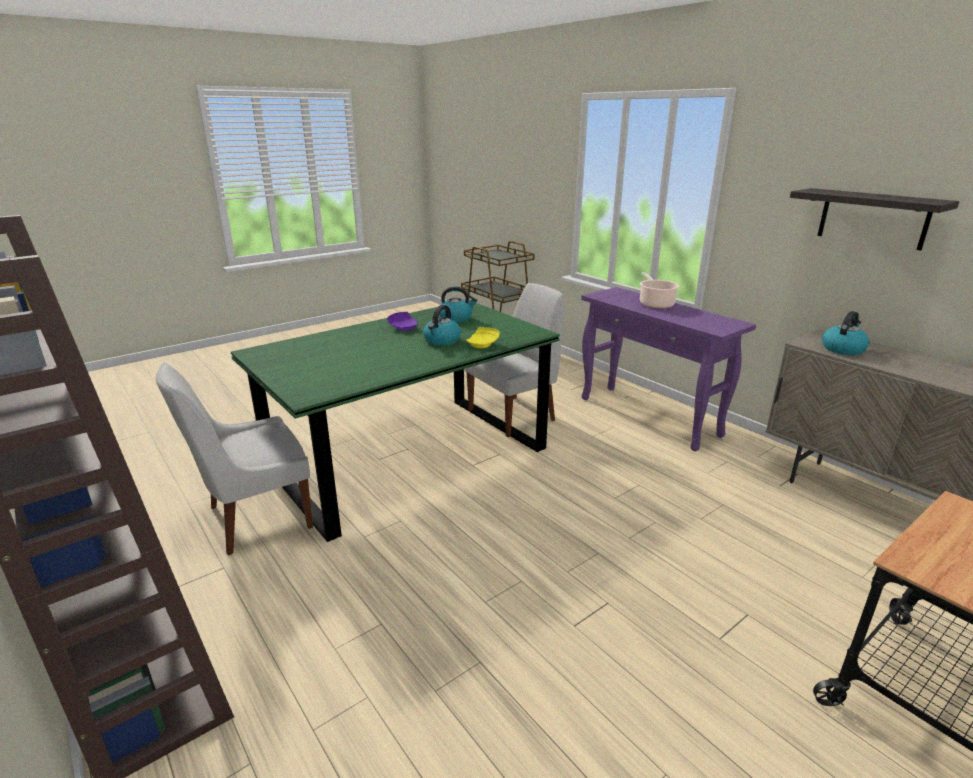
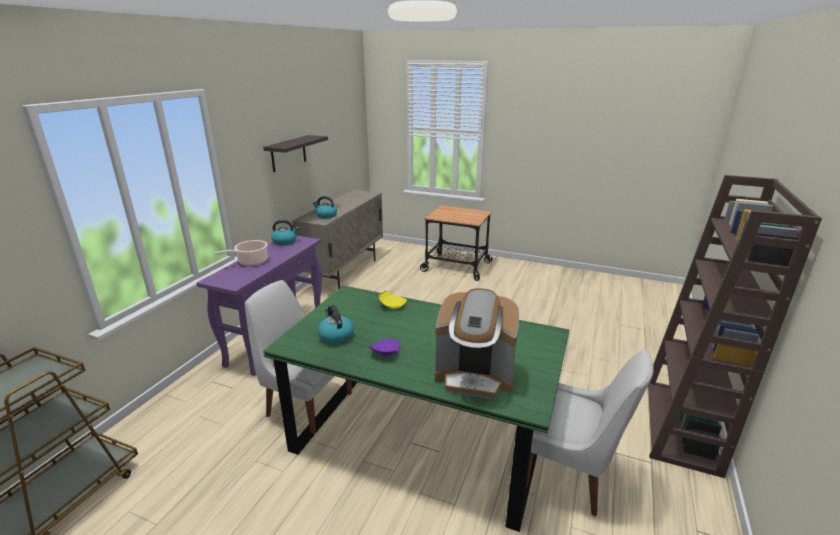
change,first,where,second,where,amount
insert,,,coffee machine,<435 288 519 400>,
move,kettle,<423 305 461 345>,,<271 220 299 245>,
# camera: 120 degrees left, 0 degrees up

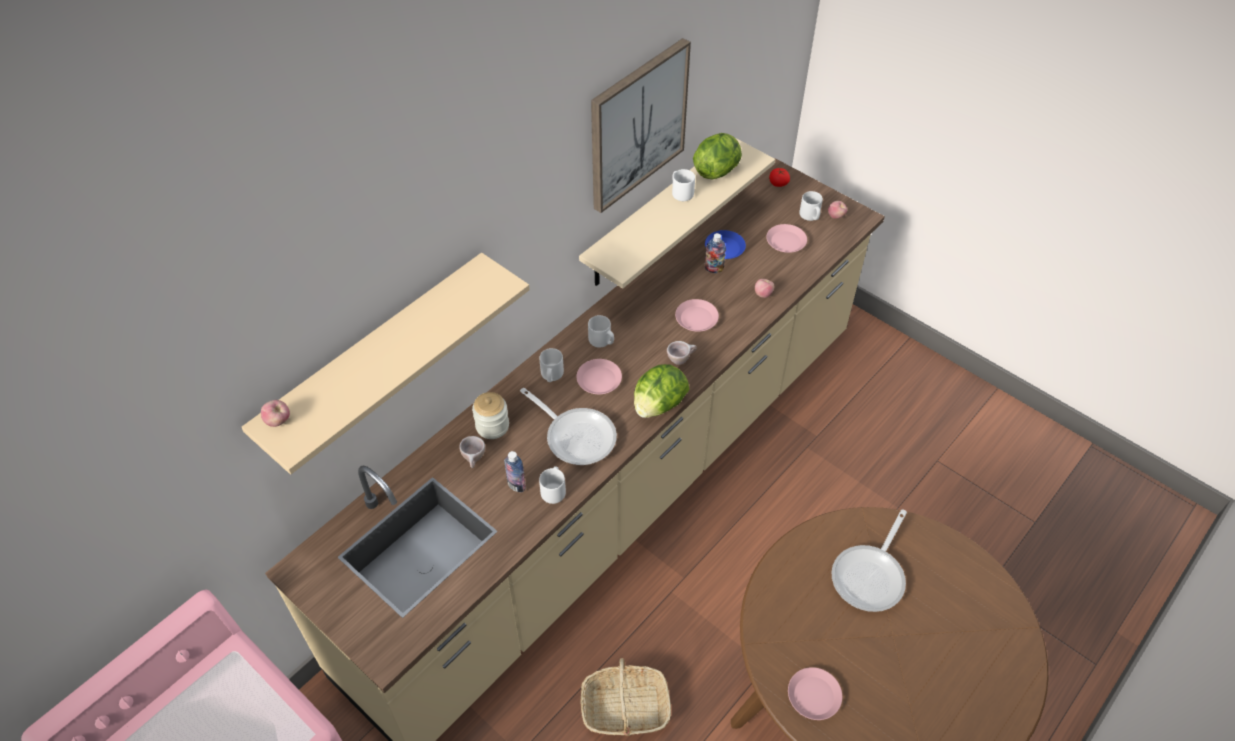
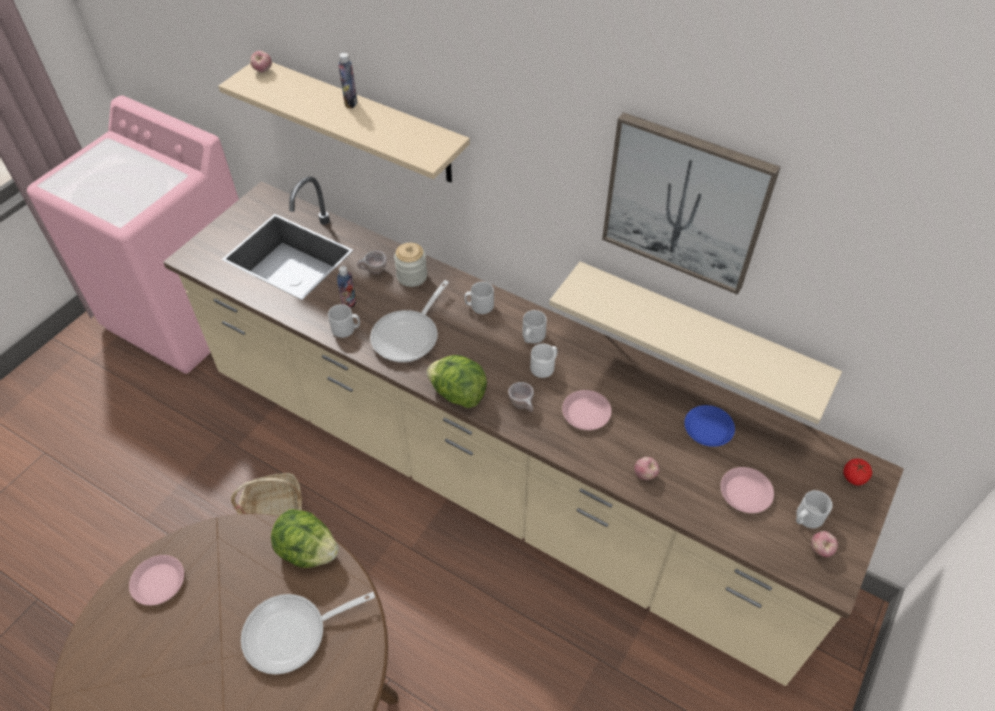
change,first,where,second,where,amount
delete,plate (pink),<576 359 622 394>,,,
move,mug (white),<672 169 695 201>,,<530 344 557 378>,
move,lettuce,<693 133 742 180>,,<271 509 339 568>,
move,bottle,<704 233 726 273>,,<338 53 357 108>,
rotate,frying pan,<832 509 907 612>,,<241 592 375 674>,45 degrees counterclockwise
# camera: 80 degrees right, 0 degrees up

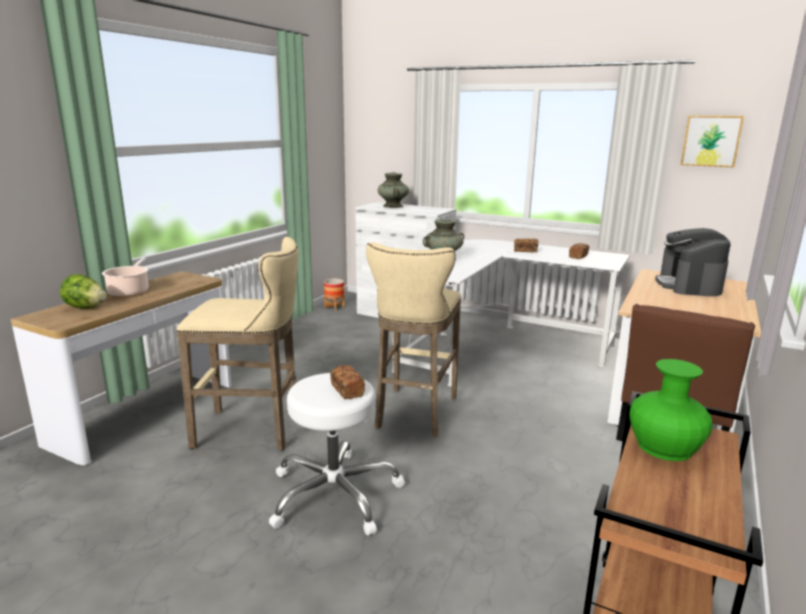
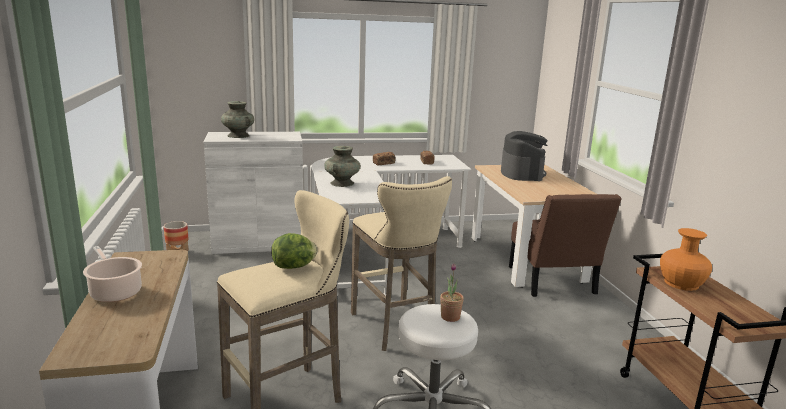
change,first,where,second,where,amount
delete,picture,<681 116 744 167>,,,
move,lettuce,<60 274 106 308>,,<271 233 317 269>,
replace,bread,<330 365 365 399>,potted plant,<440 263 464 322>,
recolor,vase (green),<630 359 712 461>,vase (orange),<660 228 712 291>,
rotate,coffee machine,<655 228 731 296>,,<501 131 548 181>,150 degrees counterclockwise
# camera: 40 degrees left, 0 degrees up

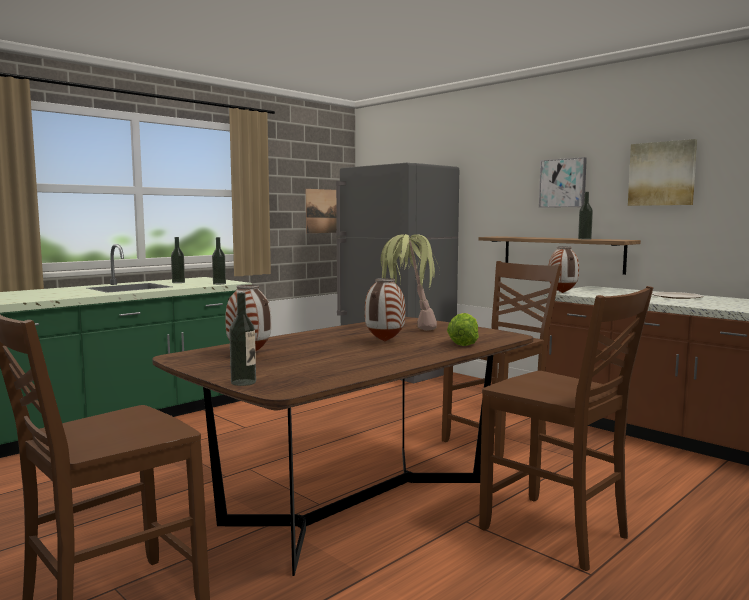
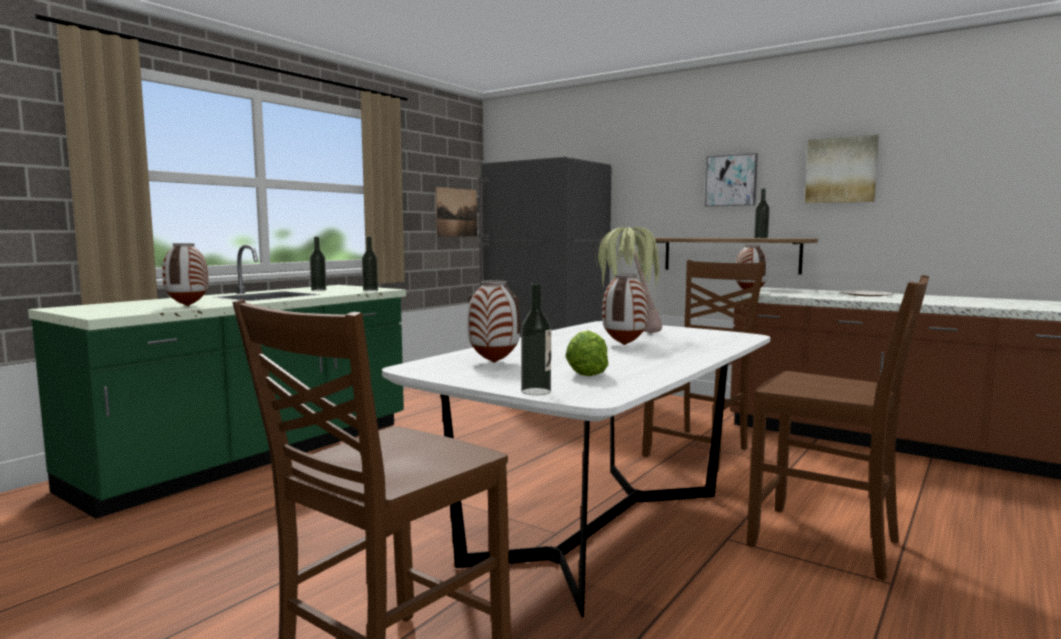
change,first,where,second,where,amount
insert,,,vase,<162 243 209 306>,
move,lettuce,<447 313 479 346>,,<565 330 608 376>,
recolor,dining table (brown),<152 317 533 576>,dining table (white),<382 321 770 617>,
# camera: 10 degrees left, 0 degrees up

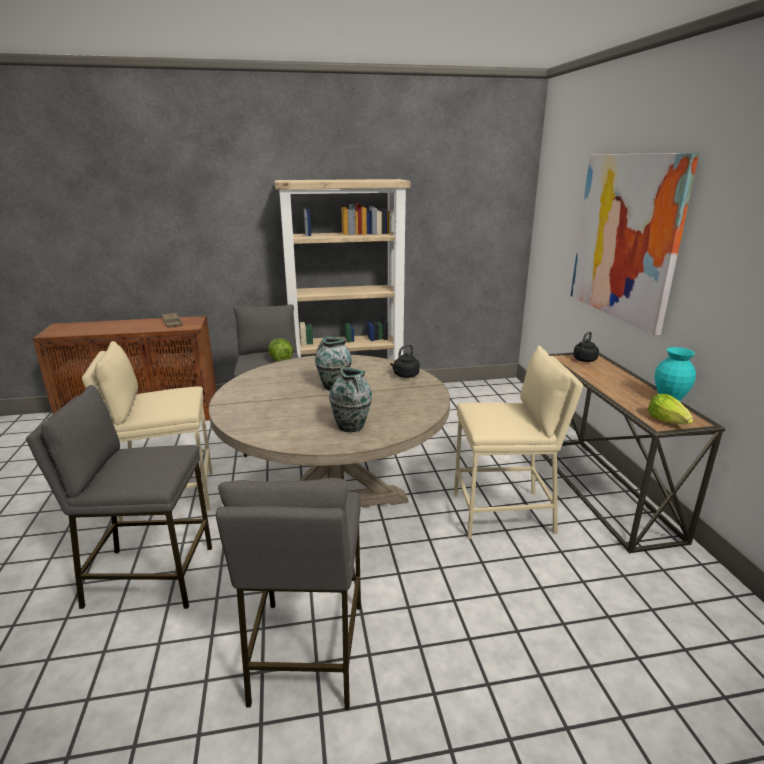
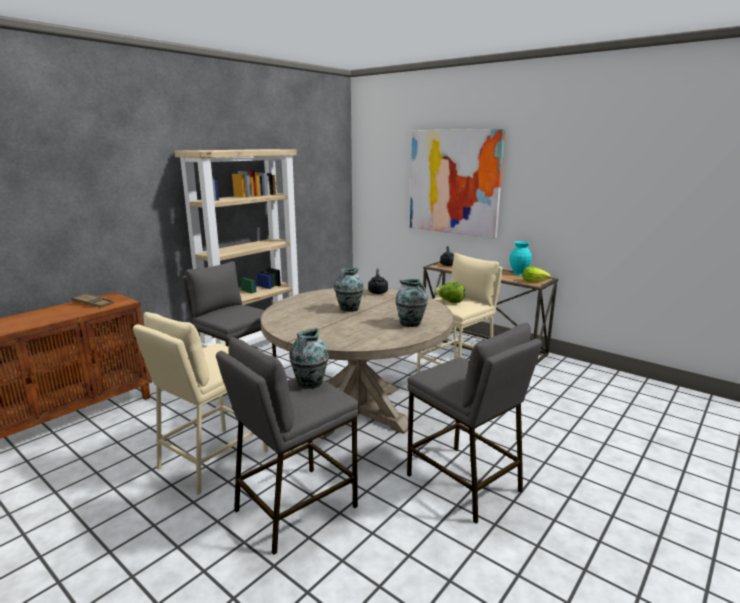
change,first,where,second,where,amount
insert,,,vase,<289 328 329 388>,
move,lettuce,<268 338 293 362>,,<434 282 465 303>,
# camera: 40 degrees left, 5 degrees down

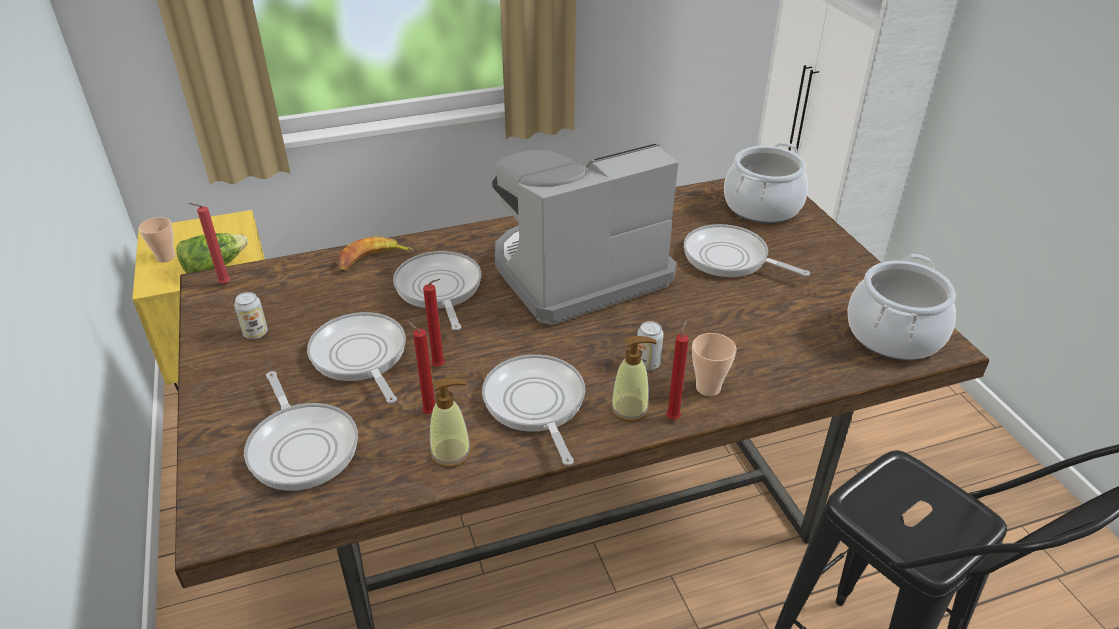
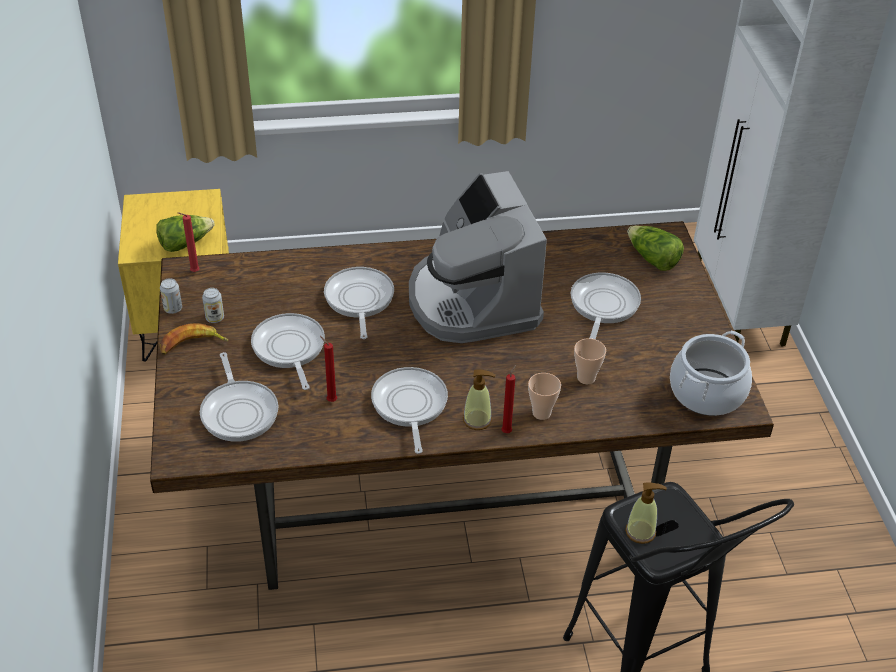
change,first,where,second,where,amount
delete,candle (red),<423 279 445 367>,,,
move,cup,<138 217 175 263>,,<574 338 606 384>,
move,banana,<336 237 414 272>,,<160 323 229 355>,
move,soap dispenser,<430 378 471 468>,,<625 482 667 544>,
move,can,<637 321 664 370>,,<160 278 182 314>,
replace,cooking pot,<724 142 808 223>,lettuce,<627 226 684 271>,
rotate,coffee machine,<492 143 678 325>,,<409 171 547 343>,90 degrees counterclockwise
rotate,frying pan,<684 224 810 277>,,<571 273 641 339>,60 degrees clockwise
# camera: 10 degrees right, 5 degrees up

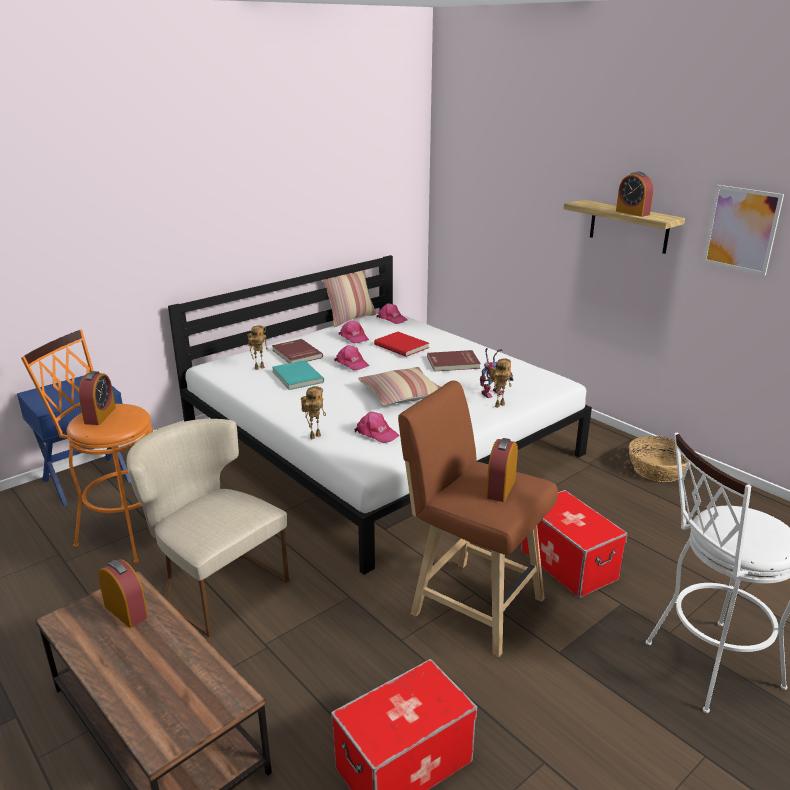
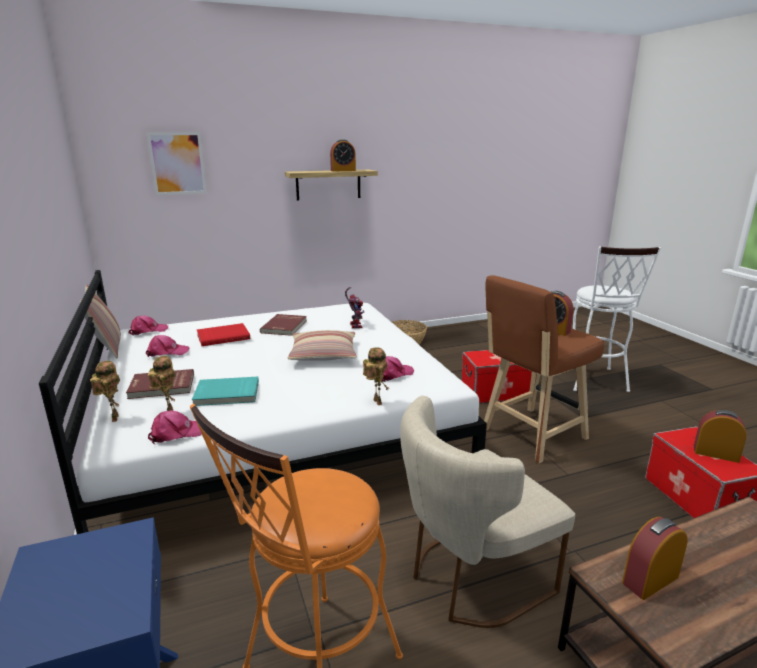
change,first,where,second,where,amount
move,alarm clock,<79 371 116 425>,,<694 410 747 463>,
move,cap (pink),<334 345 369 370>,,<148 410 202 445>,
move,toy robot,<490 358 512 408>,,<90 361 120 422>,
move,picture,<703 185 784 276>,,<147 132 207 195>,
# camera: 70 degrees left, 5 degrees down

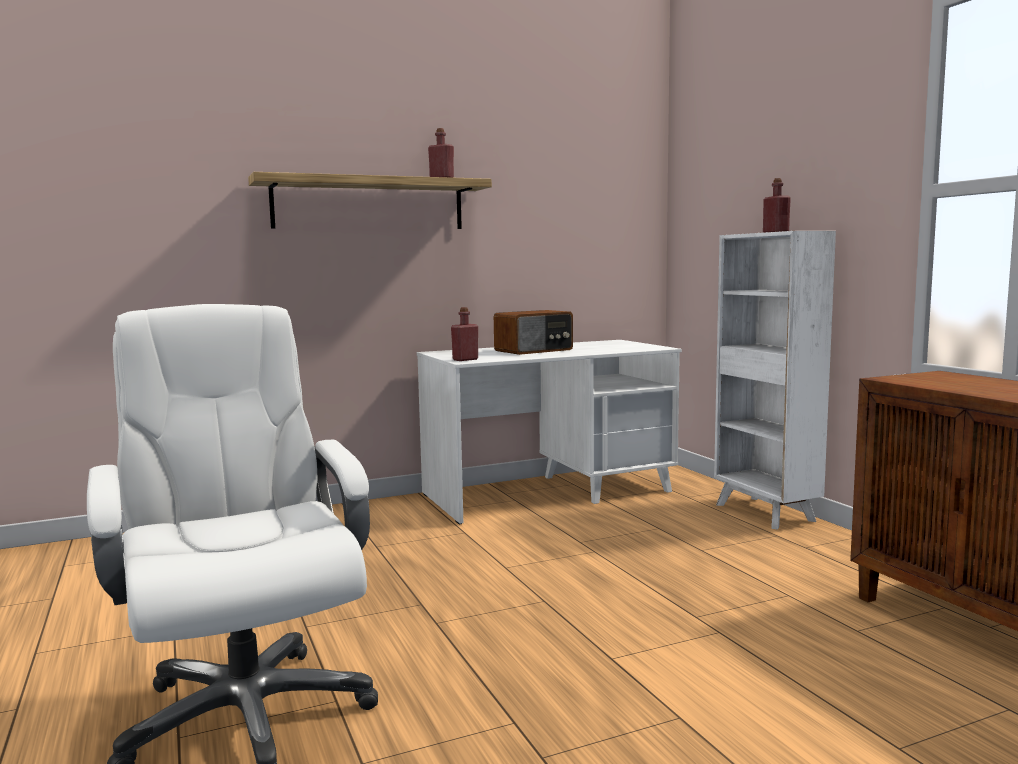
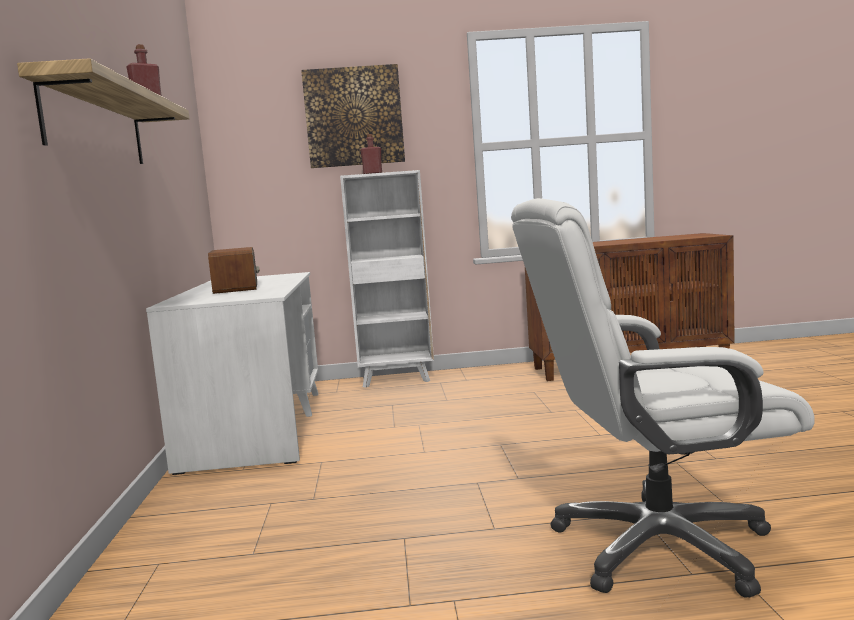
change,first,where,second,where,amount
delete,bottle (red),<451 307 478 361>,,,
insert,,,picture,<301 64 405 168>,
# camera: 70 degrees left, 0 degrees up

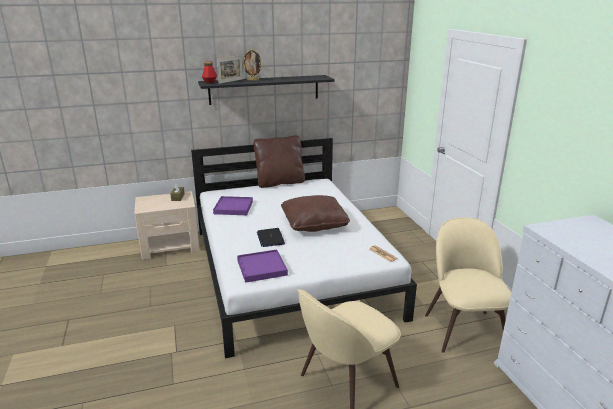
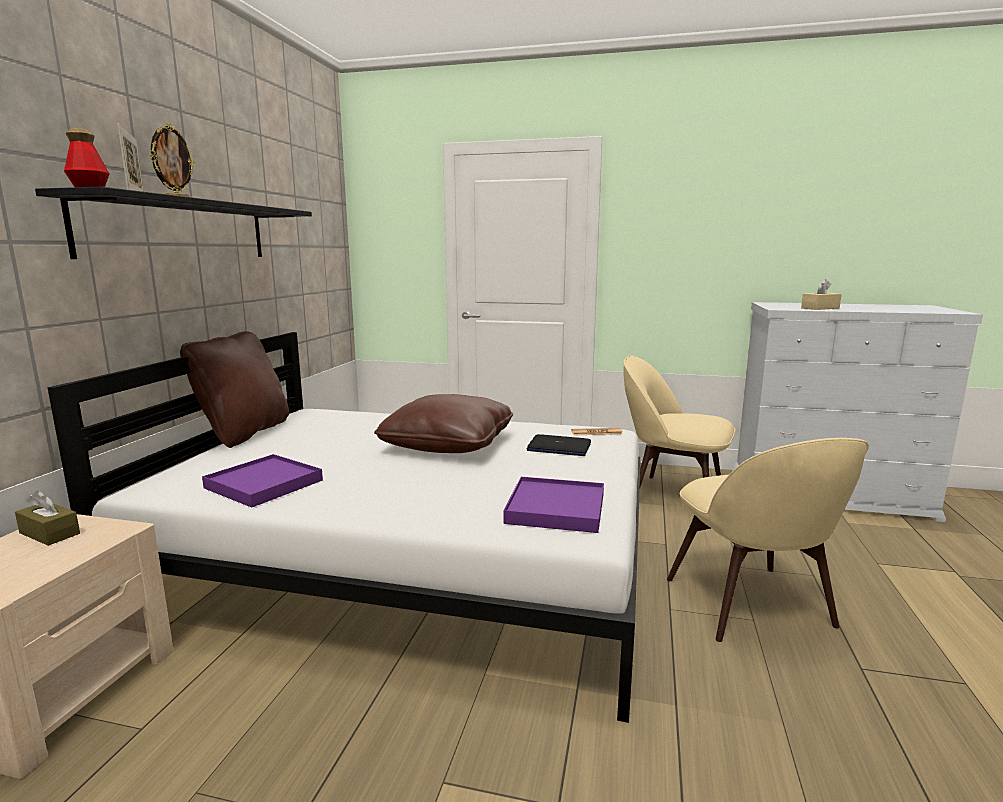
change,first,where,second,where,amount
insert,,,tissue box (beige),<801 279 842 310>,
move,laptop,<257 228 285 247>,,<527 434 591 456>,
# camera: 60 degrees left, 10 degrees down

